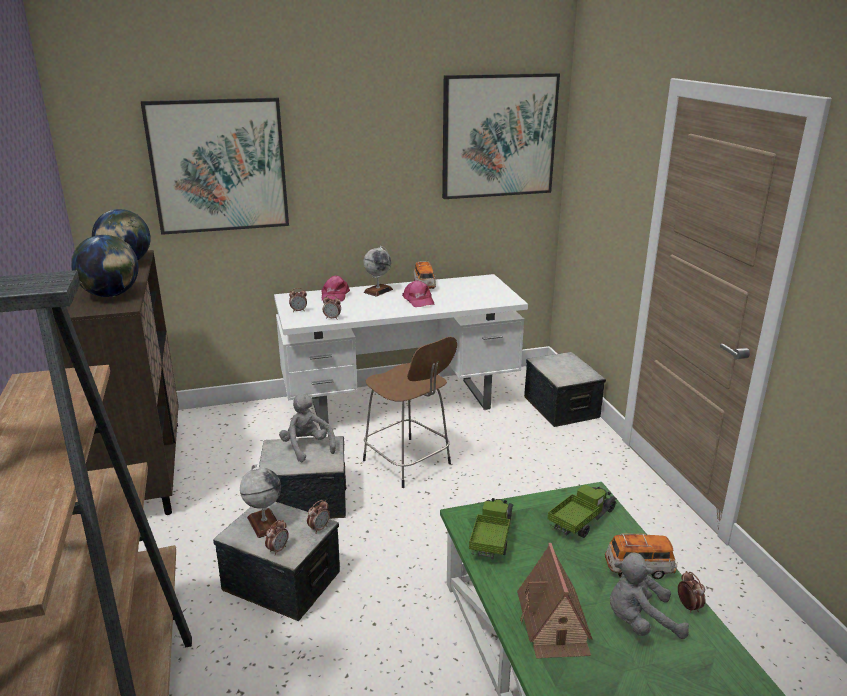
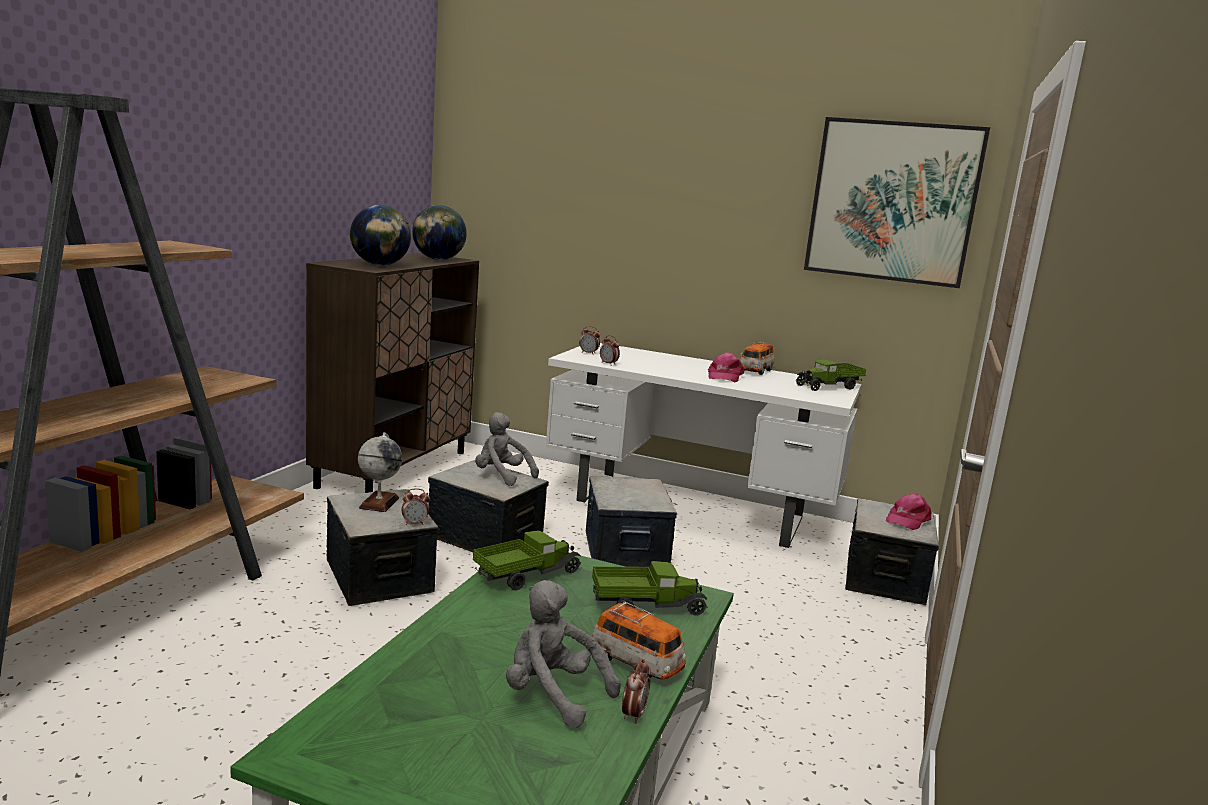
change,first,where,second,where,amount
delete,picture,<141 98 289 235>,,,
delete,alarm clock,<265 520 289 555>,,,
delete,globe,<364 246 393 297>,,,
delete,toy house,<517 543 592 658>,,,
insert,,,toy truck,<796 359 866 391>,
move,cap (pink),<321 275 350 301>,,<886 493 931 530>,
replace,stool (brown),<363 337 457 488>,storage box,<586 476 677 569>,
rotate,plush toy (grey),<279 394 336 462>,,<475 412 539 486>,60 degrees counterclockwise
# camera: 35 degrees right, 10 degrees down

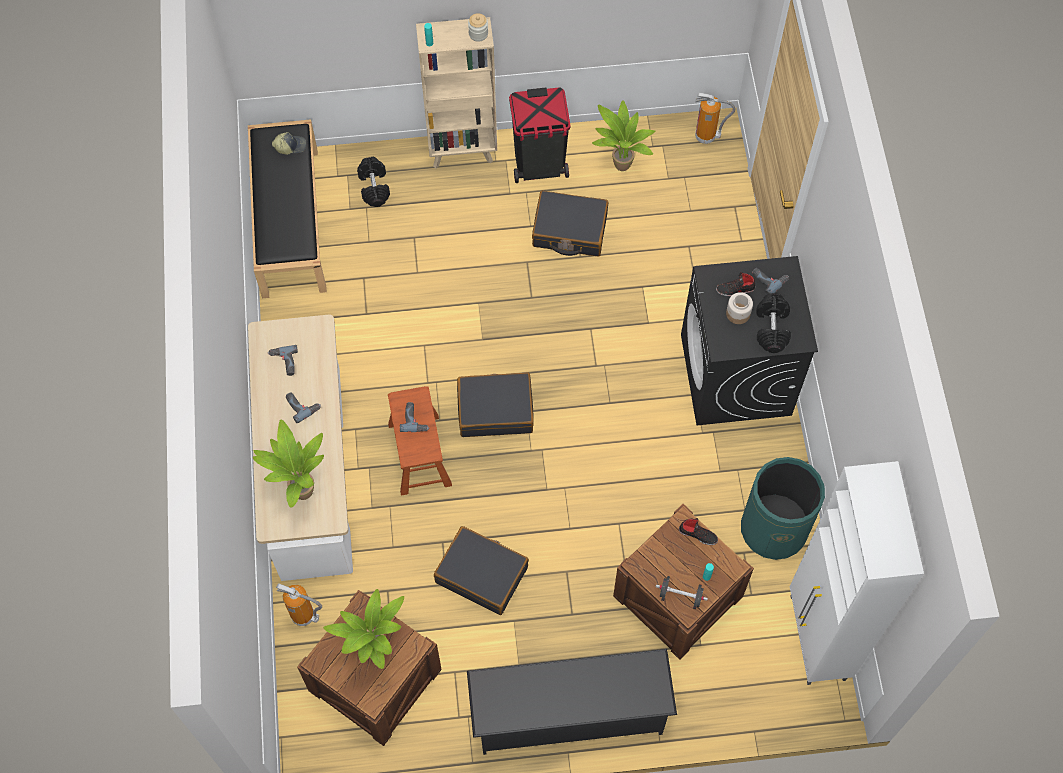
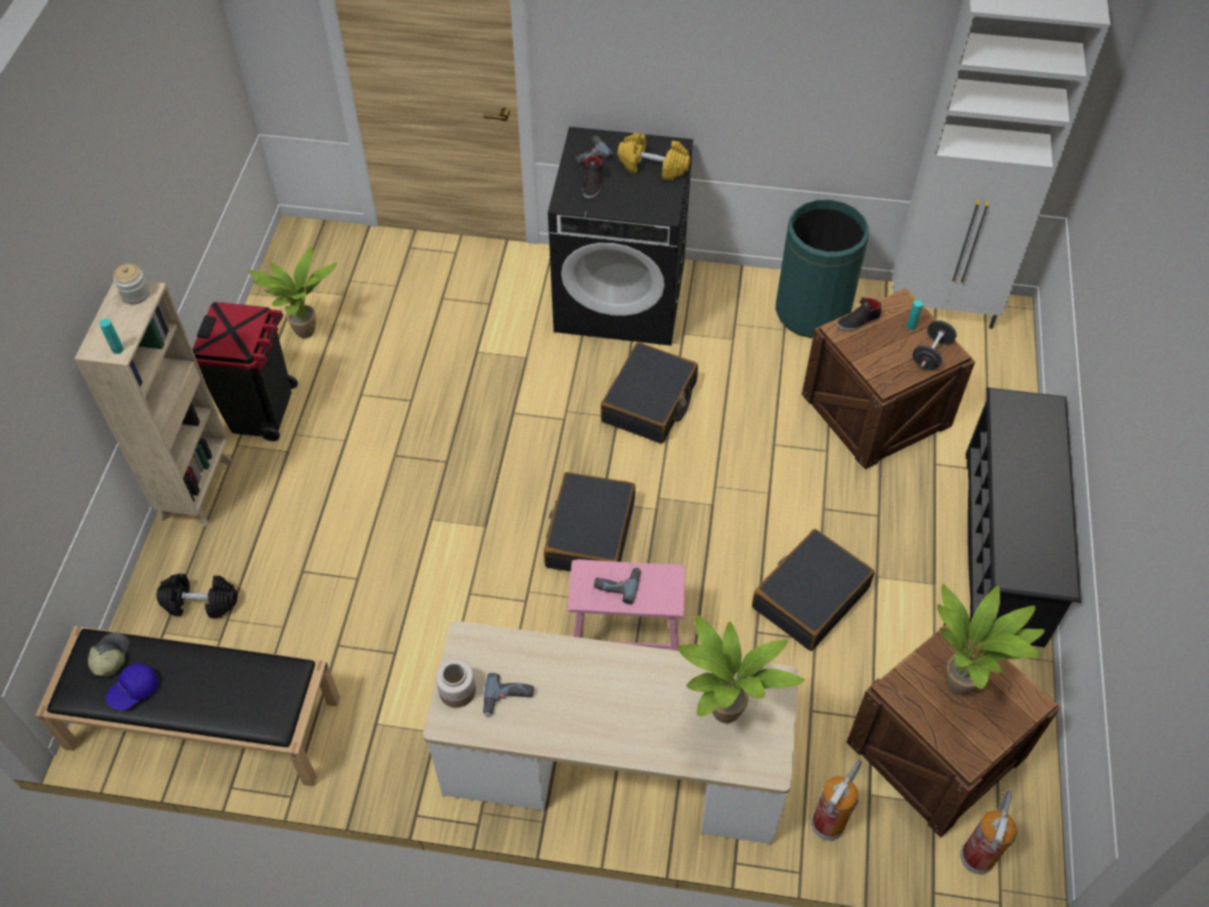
change,first,where,second,where,amount
delete,power drill,<286 392 321 423>,,,
insert,,,cap (blue),<106 663 159 710>,
move,suitcase (black),<532 190 608 256>,,<601 342 698 444>,
move,fire extinguisher,<695 93 736 144>,,<960 790 1017 874>,
move,jar,<726 292 753 324>,,<436 659 476 708>,
recolor,stool (brown),<388 386 452 495>,stool (pink),<568 559 685 651>,
recolor,dumbbell (black),<756 293 791 353>,dumbbell (yellow),<617 133 690 181>,
rotate,shoe (black),<679 518 718 545>,,<837 297 882 331>,150 degrees counterclockwise
# camera: 75 degrees left, 10 degrees down

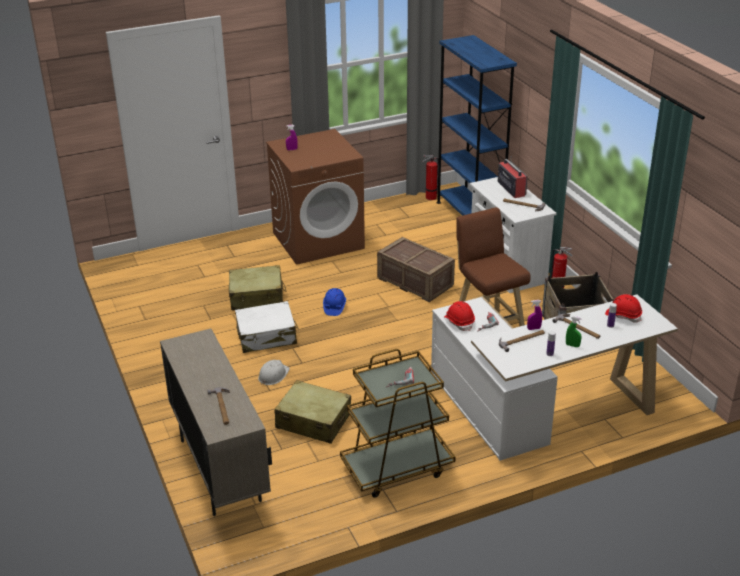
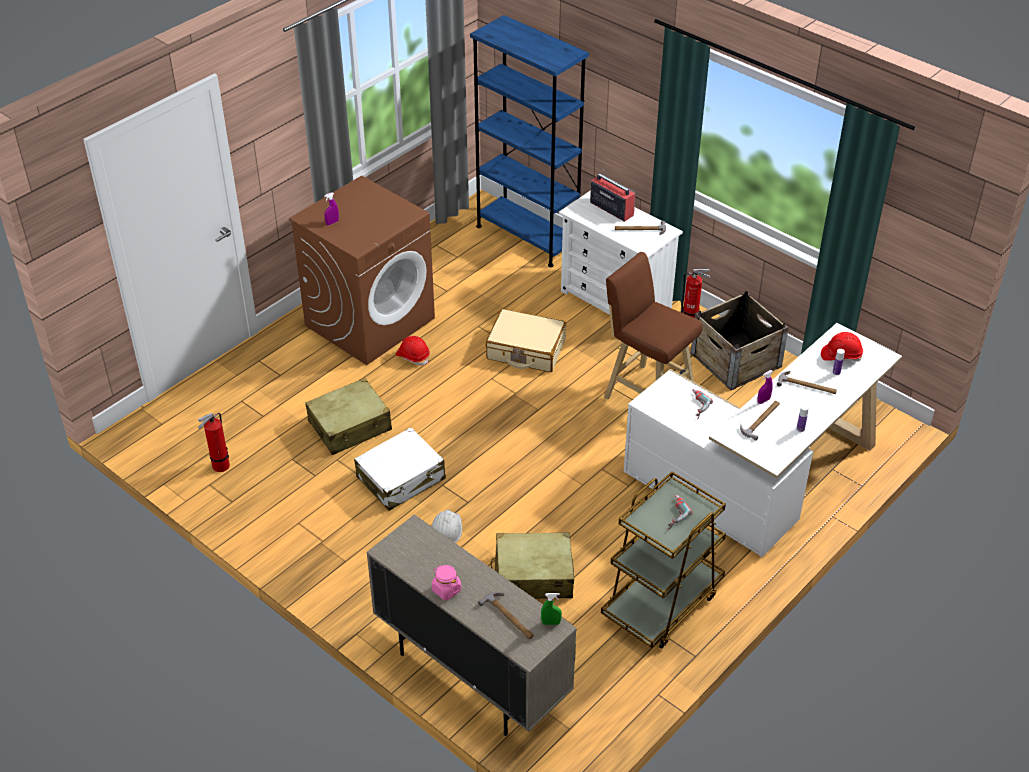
change,first,where,second,where,amount
delete,hard hat (blue),<323 288 346 316>,,,
insert,,,jar (pink),<432 565 461 600>,
move,fire extinguisher,<422 155 439 200>,,<198 413 230 472>,
move,hard hat (red),<444 301 475 331>,,<396 336 430 366>,
move,spray bottle (green),<566 316 582 347>,,<541 593 562 625>,
replace,crate,<377 237 455 302>,suitcase (beige),<486 309 566 372>,
# camera: 25 degrees left, 10 degrees up

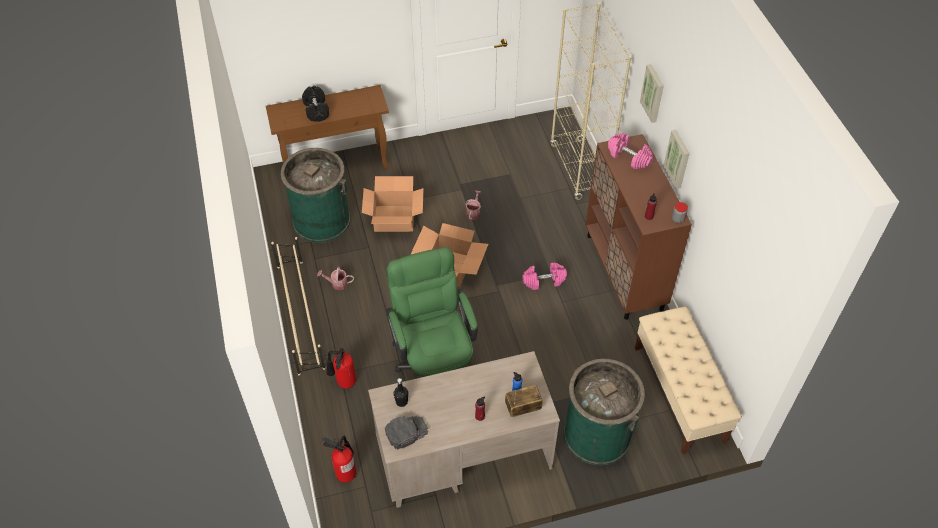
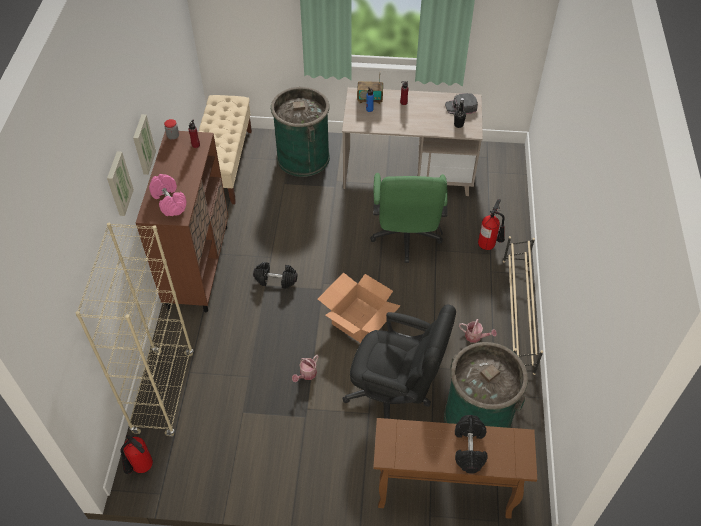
change,first,where,second,where,amount
move,fire extinguisher,<322 436 356 483>,,<120 435 153 474>,
replace,cardboard box,<362 176 424 232>,office chair (black),<342 304 456 419>,
recolor,dumbbell (pink),<522 263 567 290>,dumbbell (black),<253 262 297 289>,
# camera: 160 degrees left, 0 degrees up

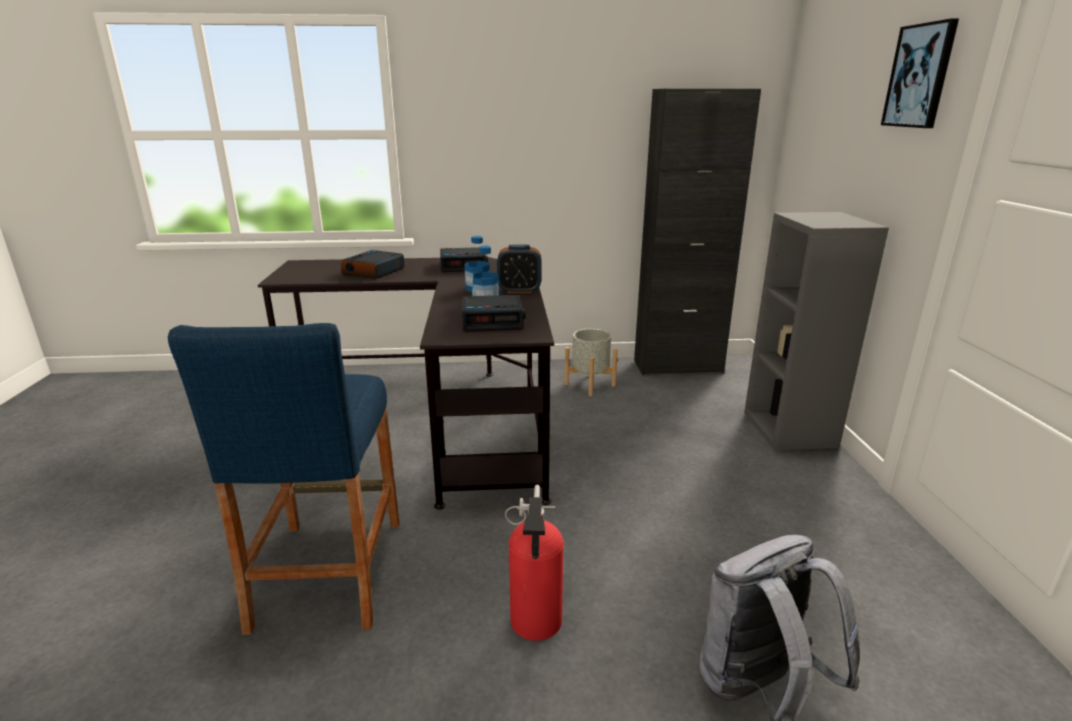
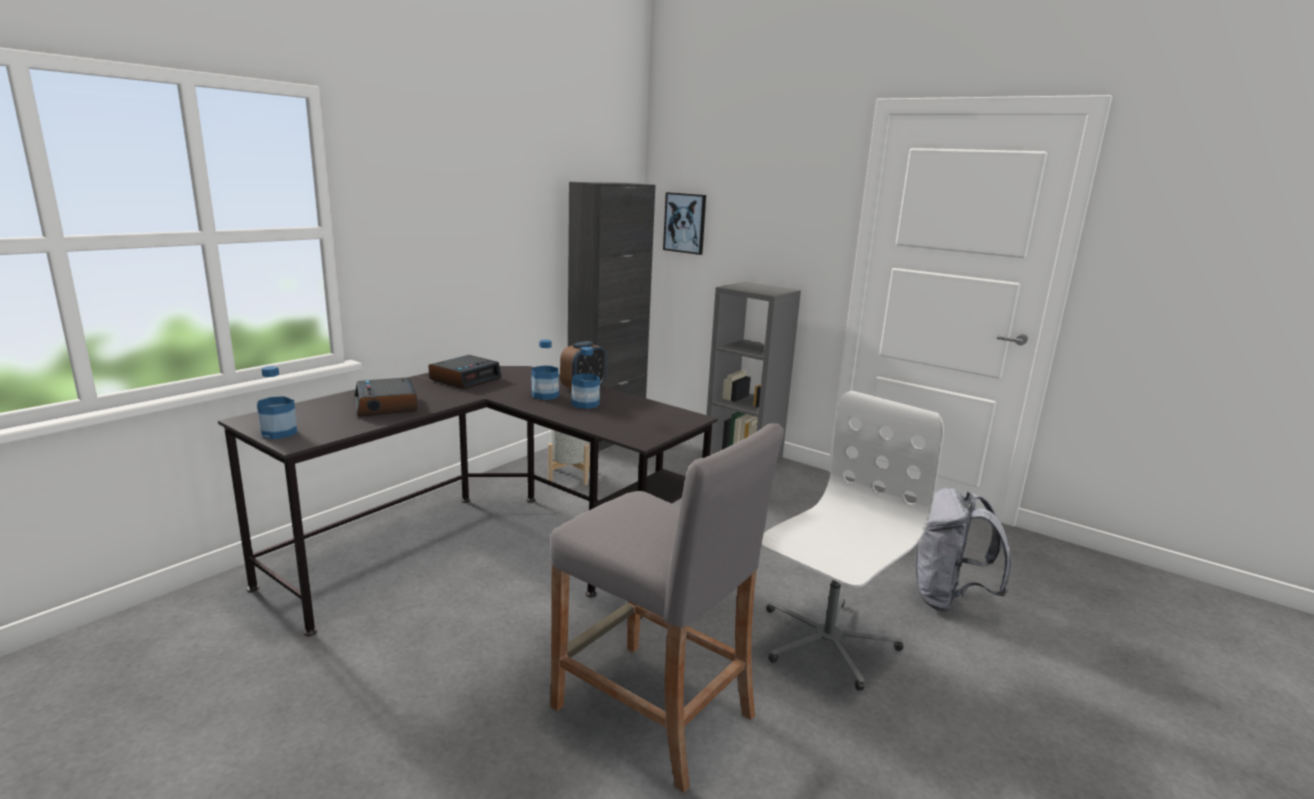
change,first,where,second,where,amount
delete,alarm clock,<462 295 526 332>,,,
insert,,,bottle,<257 366 297 439>,
move,picture,<881 18 959 128>,,<663 192 706 255>,
replace,fire extinguisher,<505 485 564 641>,office chair (white),<761 390 944 691>,
recolor,stool (blue),<168 323 399 635>,stool (grey),<550 423 784 793>,
# camera: 50 degrees left, 5 degrees down

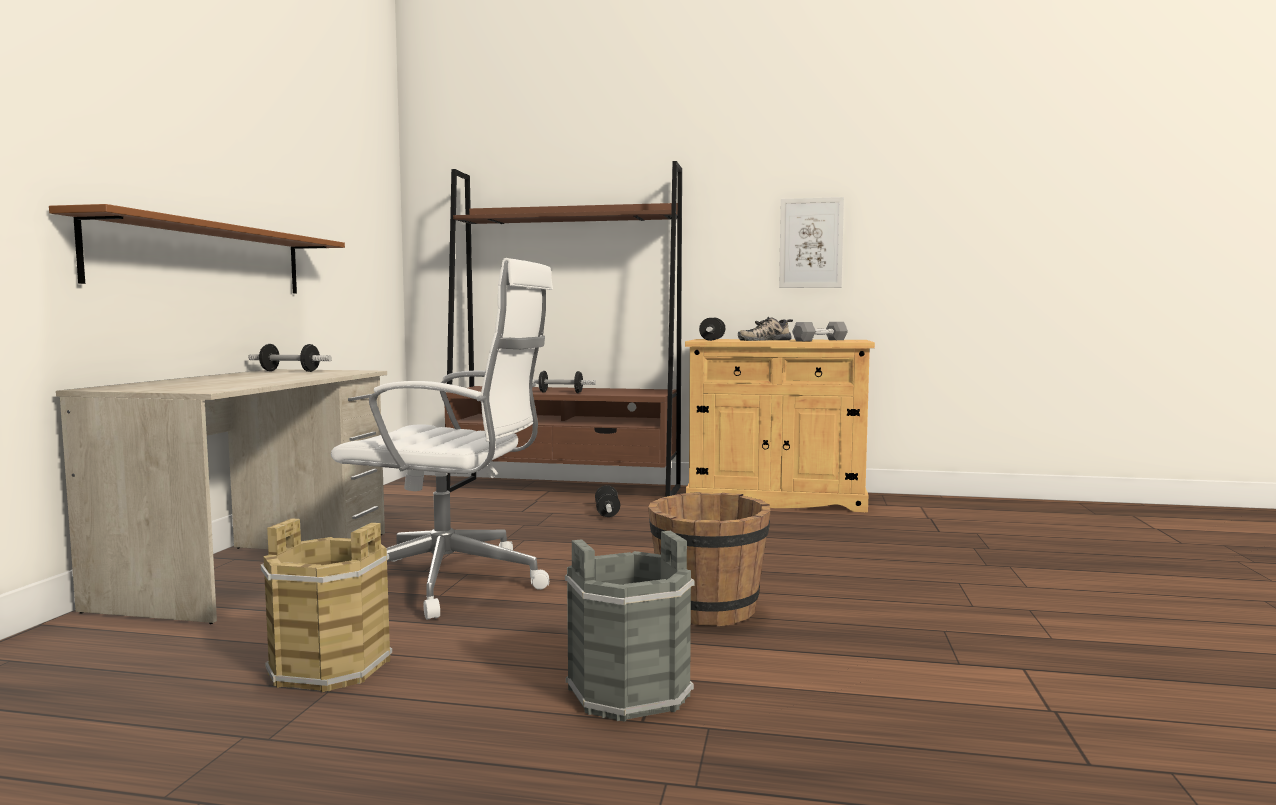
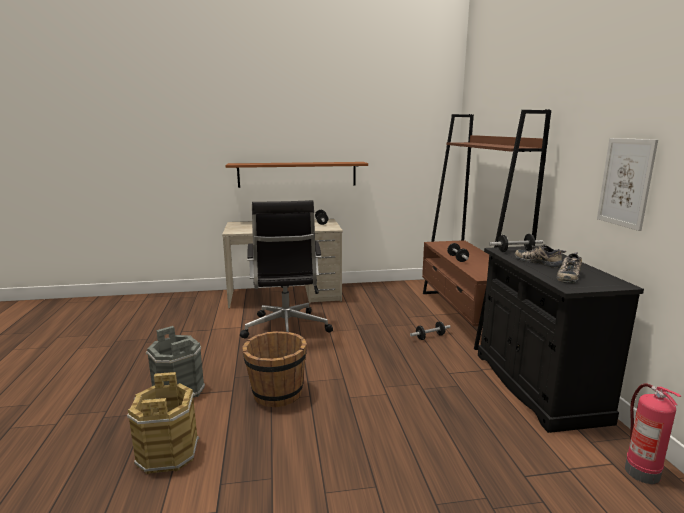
change,first,where,second,where,amount
insert,,,fire extinguisher,<625 383 681 484>,
move,bucket (brown),<260 518 392 692>,,<127 372 199 474>,
replace,dumbbell (grey),<792 322 848 341>,shoe,<556 252 582 283>,
recolor,office chair (white),<331 258 553 620>,office chair (black),<240 200 333 338>,
recolor,cabinet (beige),<685 339 875 512>,cabinet (black),<478 245 644 433>,
# camera: 70 degrees right, 10 degrees up

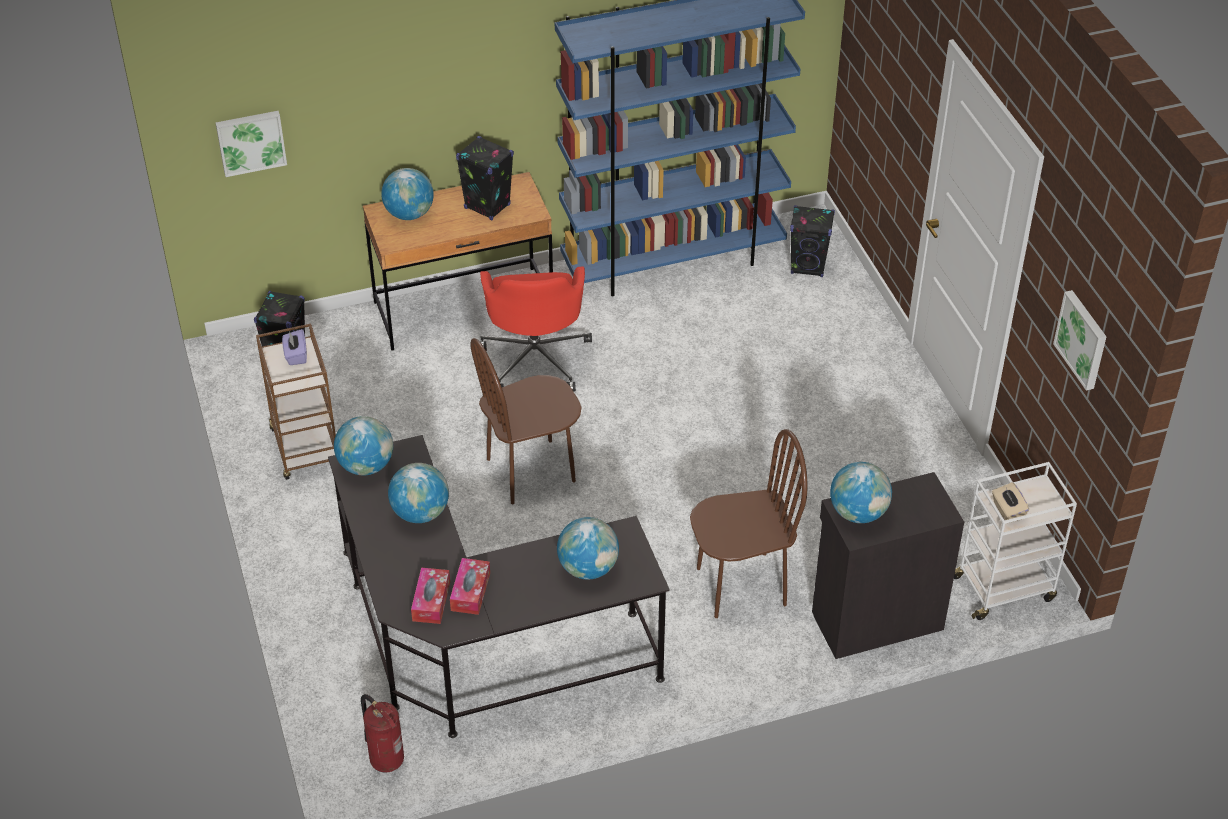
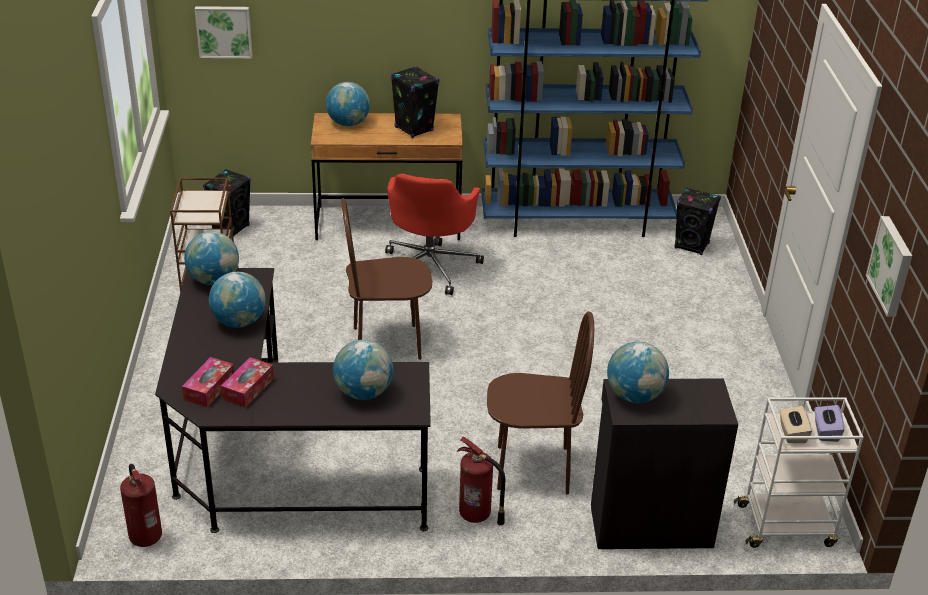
change,first,where,second,where,amount
insert,,,fire extinguisher,<456 437 505 526>,
move,tissue box (purple),<282 329 307 365>,,<815 405 844 442>,
# camera: 15 degrees right, 10 degrees down

